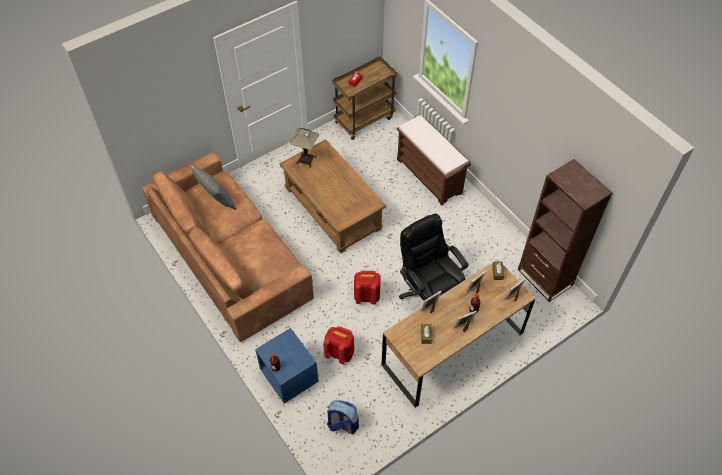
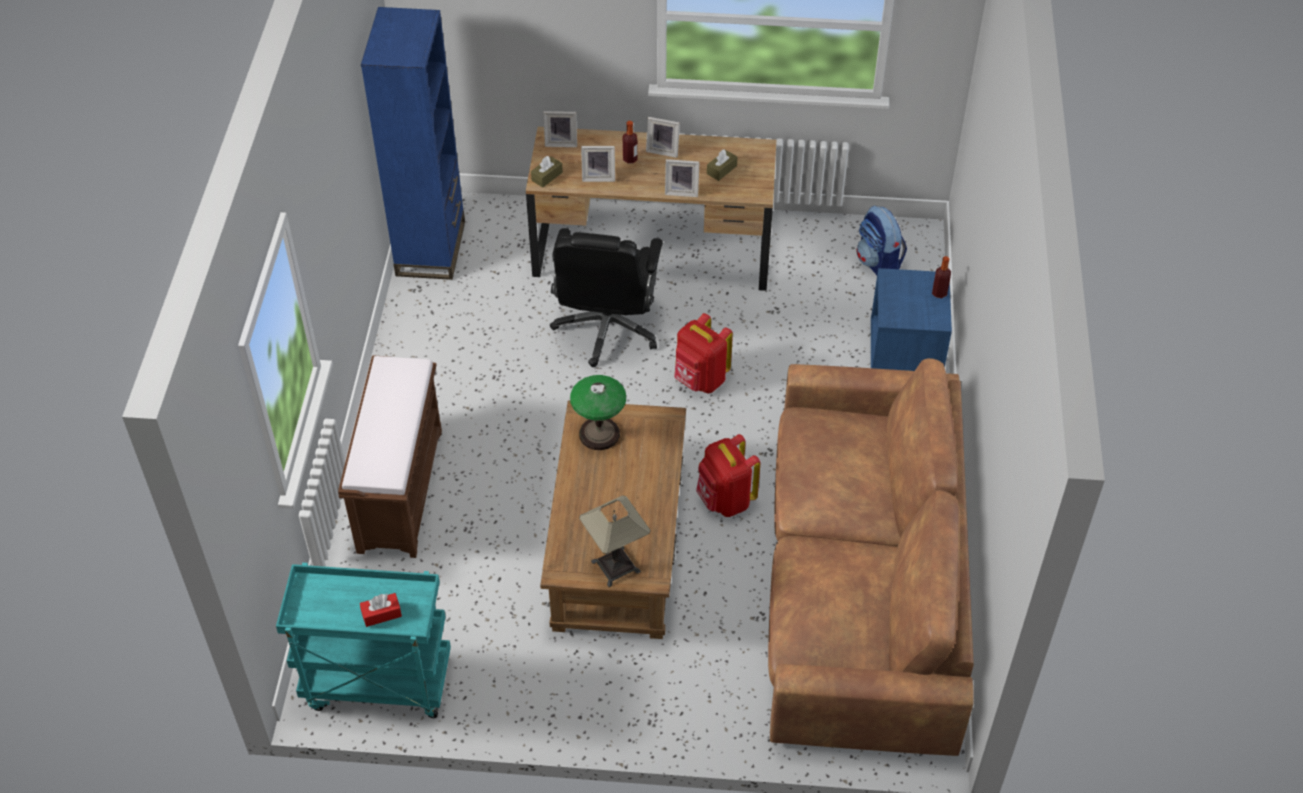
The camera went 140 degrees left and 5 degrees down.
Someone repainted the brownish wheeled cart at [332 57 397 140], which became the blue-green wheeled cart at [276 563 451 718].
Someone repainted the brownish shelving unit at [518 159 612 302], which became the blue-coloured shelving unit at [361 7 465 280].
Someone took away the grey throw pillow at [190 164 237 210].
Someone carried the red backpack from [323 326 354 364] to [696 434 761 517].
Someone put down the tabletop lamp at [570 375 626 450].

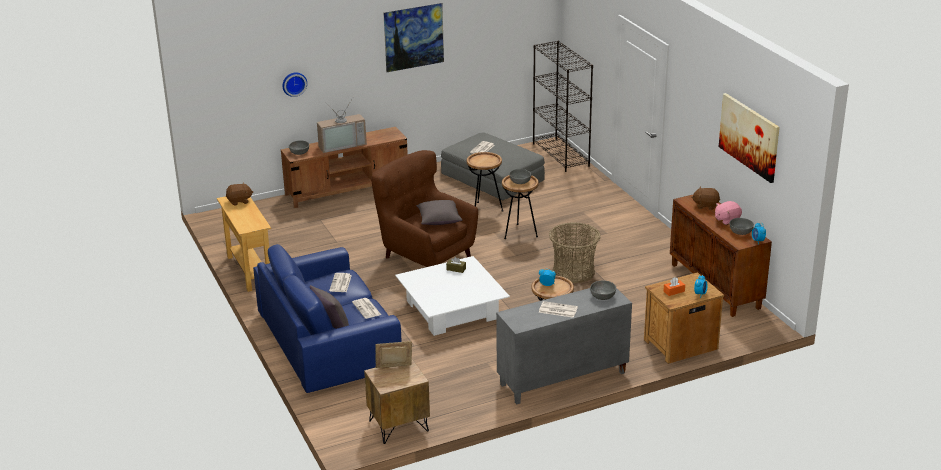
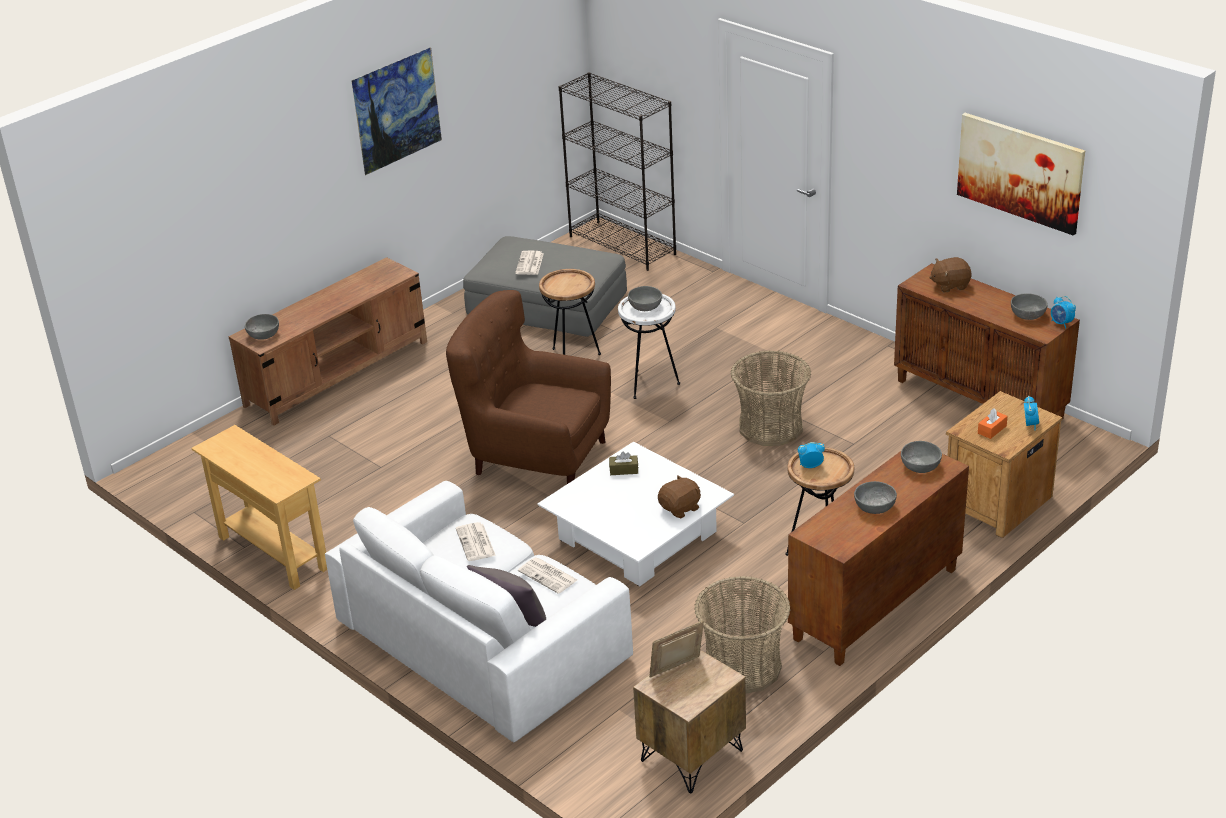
The camera went 20 degrees left and 5 degrees up.
Someone took away the clock on the wall at [282 72 307 97].
Someone took away the TV set at [317 98 367 153].
Someone repainted the brownish side table at [502 175 539 239], which became the white-coloured side table at [618 294 680 399].
Someone carried the brownish soft toy from [226 182 253 206] to [658 475 701 518].
Someone took away the grey throw pillow at [416 200 462 225].
Someone took away the pink-coloured soft toy at [715 201 742 225].
Someone repainted the blue-coloured sofa at [253 244 402 393], which became the white-coloured sofa at [325 481 633 742].
Someone repainted the grey cupboard at [496 288 632 405], which became the brownish cupboard at [788 441 969 666].
Someone swapped the daily paper at [539 301 578 318] for the grey serving bowl at [854 481 897 514].
Someone put down the storage basket at [694 576 790 693].

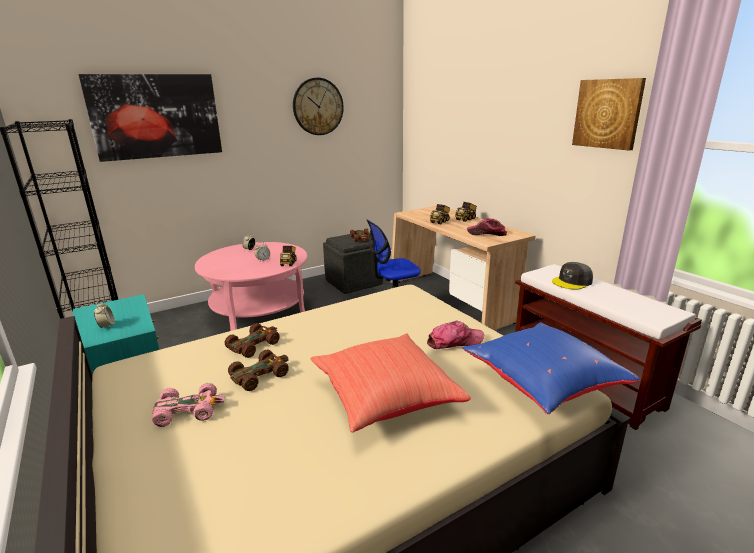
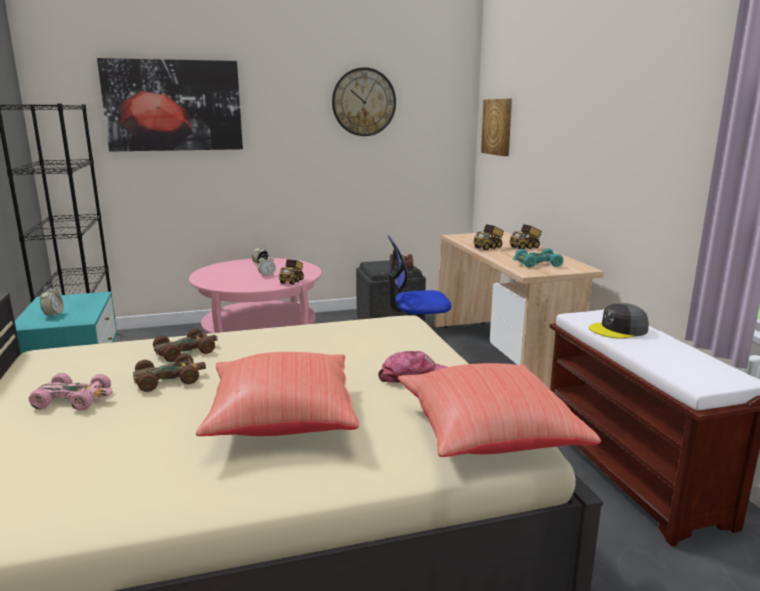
The camera went 15 degrees right and 5 degrees down.
Someone carried the wall art from [572 78 646 151] to [481 99 512 156].
Someone swapped the peaked cap at [467 218 507 236] for the blue-green model car at [513 248 563 268].
Someone repainted the blue-coloured throw pillow at [462 322 640 414], which became the red throw pillow at [398 363 601 457].

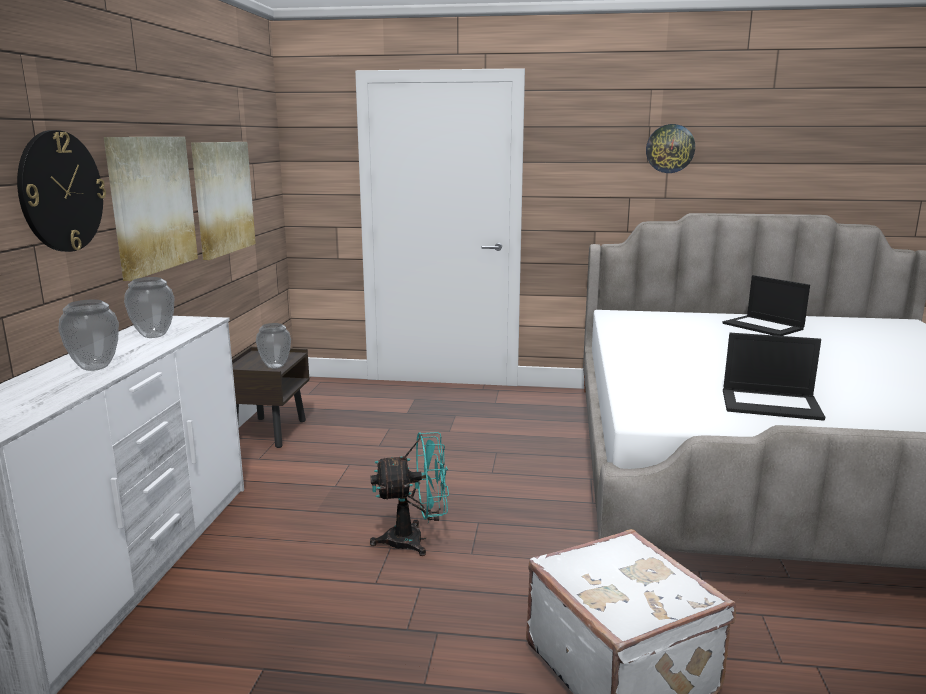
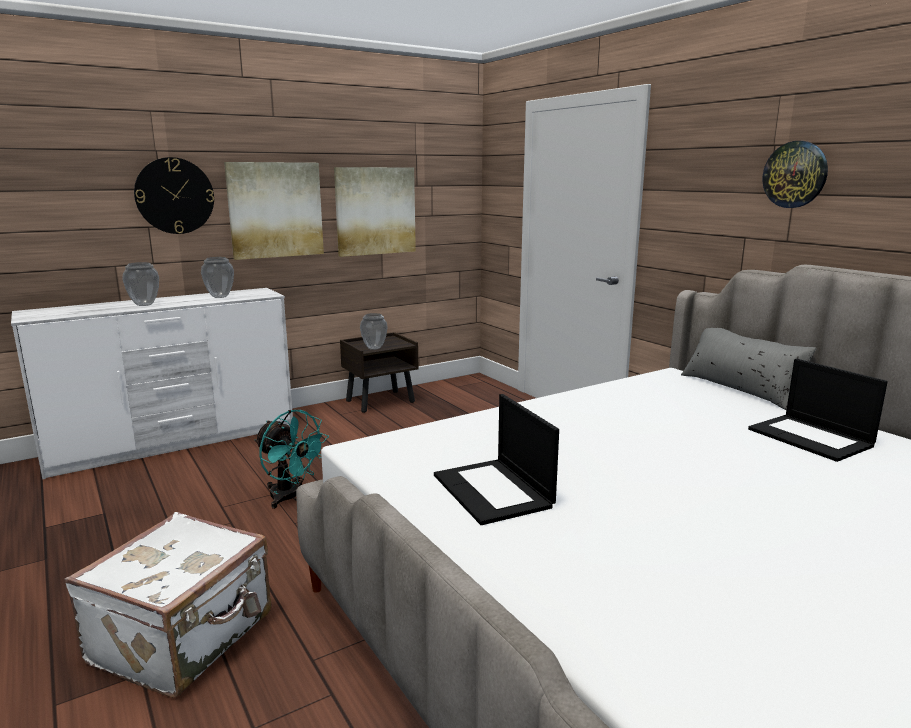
The camera went 50 degrees right and 0 degrees up.
Someone rotated the portable computer at [722 275 810 336] by 45 degrees counterclockwise.
Someone put down the grey throw pillow at [681 328 816 410].

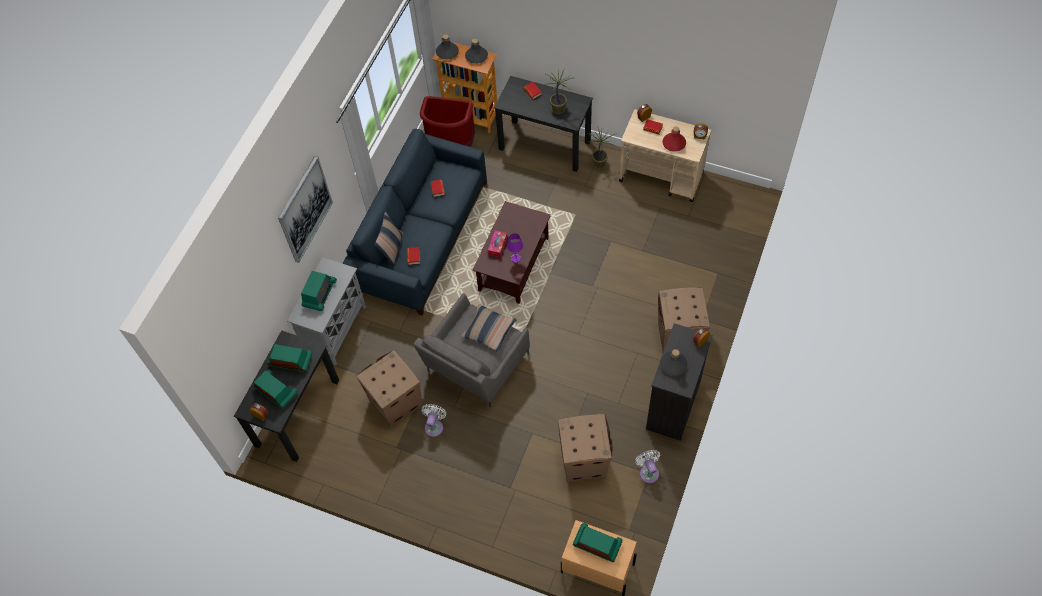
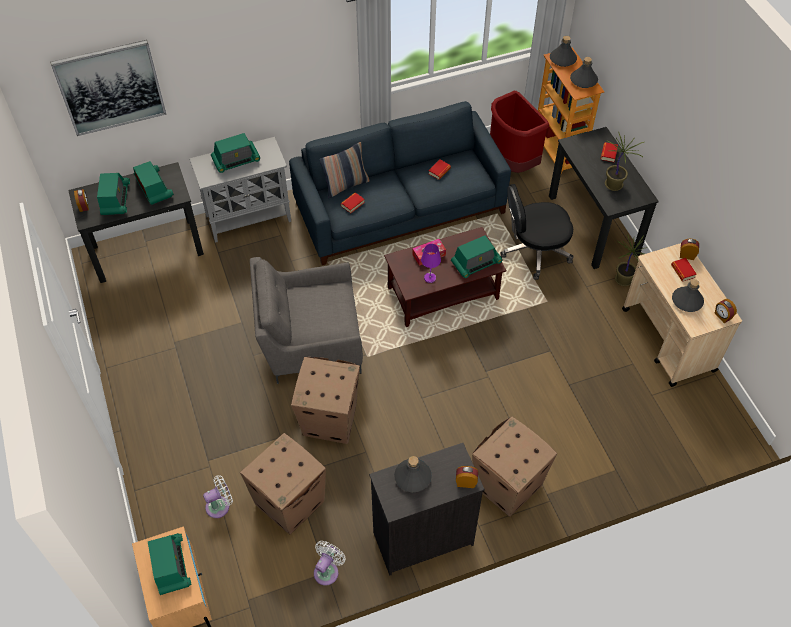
The camera went 45 degrees right and 5 degrees down.
Someone repainted the red drink bottle at [662 127 686 151], which became the grey drink bottle at [672 279 704 312].
Someone carried the wall art from [278 156 333 263] to [50 40 166 136].
Someone took away the throw pillow at [461 304 517 352].
Someone carried the cardboard box from [356 350 422 426] to [291 357 360 444].
Someone carried the white-coloured fan from [422 404 446 437] to [203 475 233 518].
Someone put down the blackish computer chair at [501 184 573 280].
Someone put down the radio at [451 235 502 278].

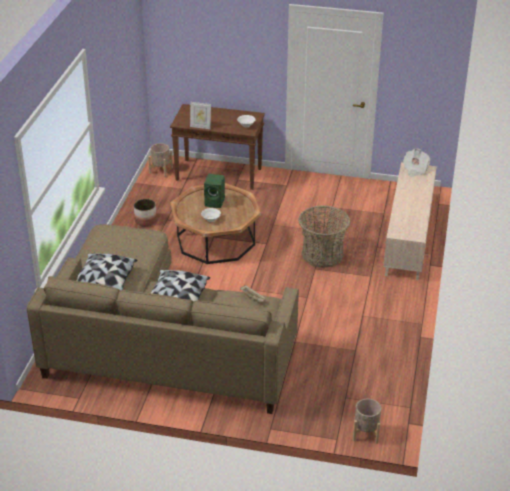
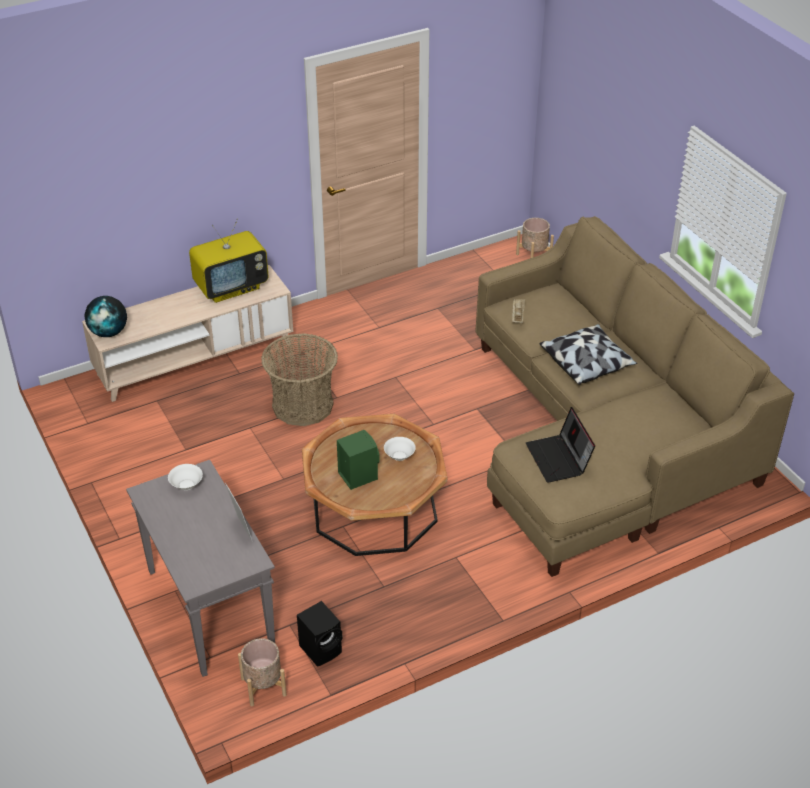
The camera went 130 degrees left and 5 degrees up.
Someone repainted the brownish narrow table at [170 104 265 190], which became the grey narrow table at [126 460 275 677].
Someone swapped the daily paper at [403 148 430 177] for the globe at [85 296 127 337].
Someone took away the plant pot at [134 199 157 226].
Someone took away the throw pillow at [77 254 137 290].
Someone put down the TV set at [189 218 269 303].
Someone put down the portable computer at [526 407 595 483].
Someone put down the blackish loudspeaker at [297 601 343 667].

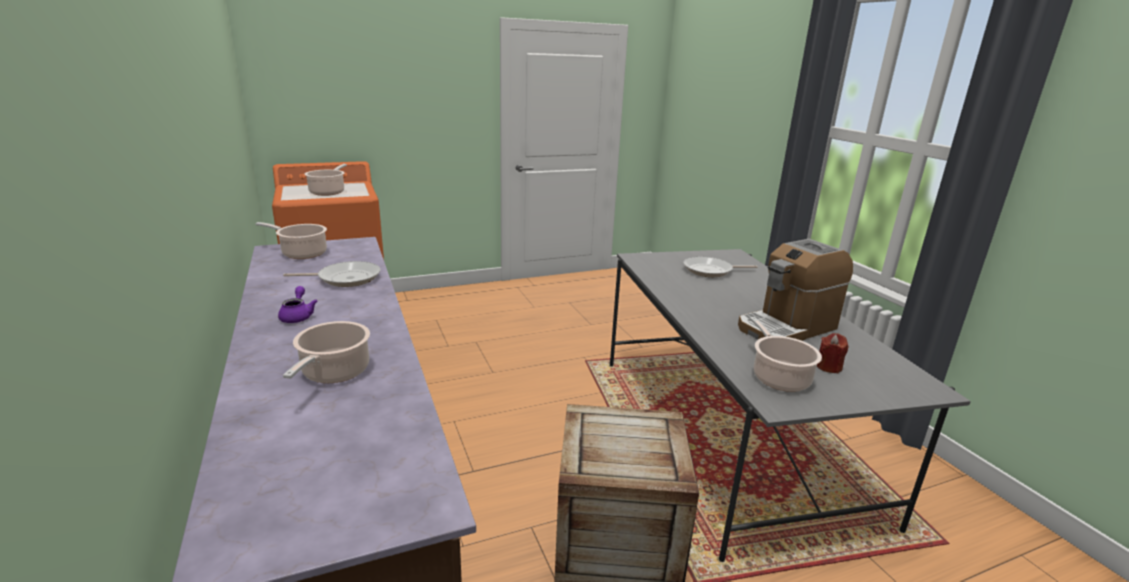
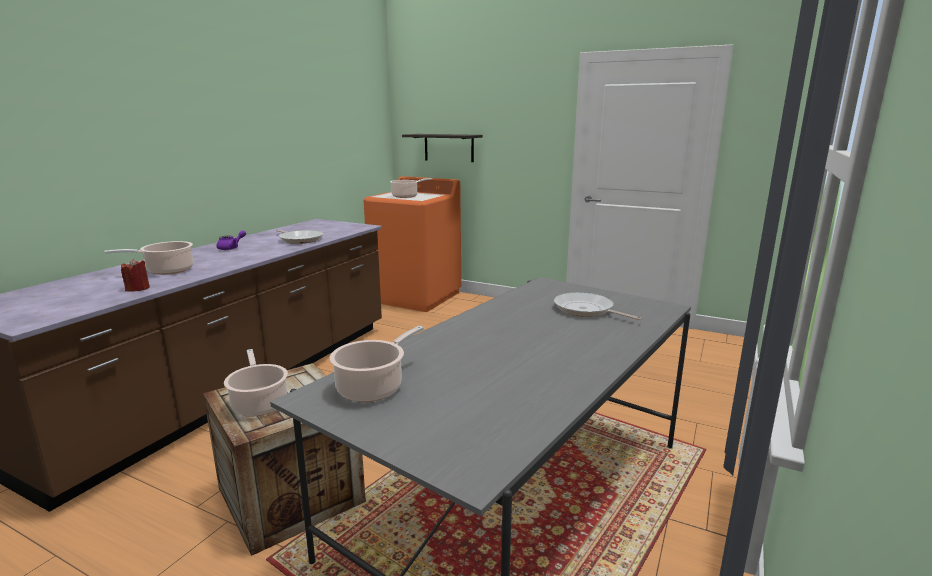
The camera went 50 degrees right and 5 degrees down.
Someone carried the stockpot from [255 222 327 259] to [224 349 288 417].
Someone took away the coffee machine at [738 239 853 341].
Someone carried the red wax light from [817 333 848 373] to [121 258 150 292].
Someone put up the bracket shelf at [402 134 483 162].

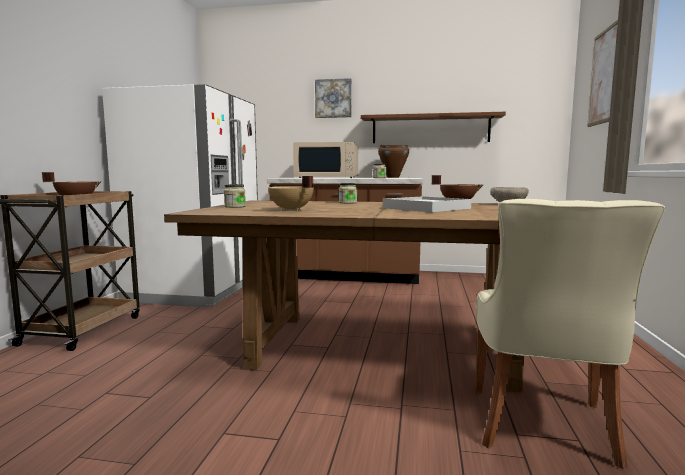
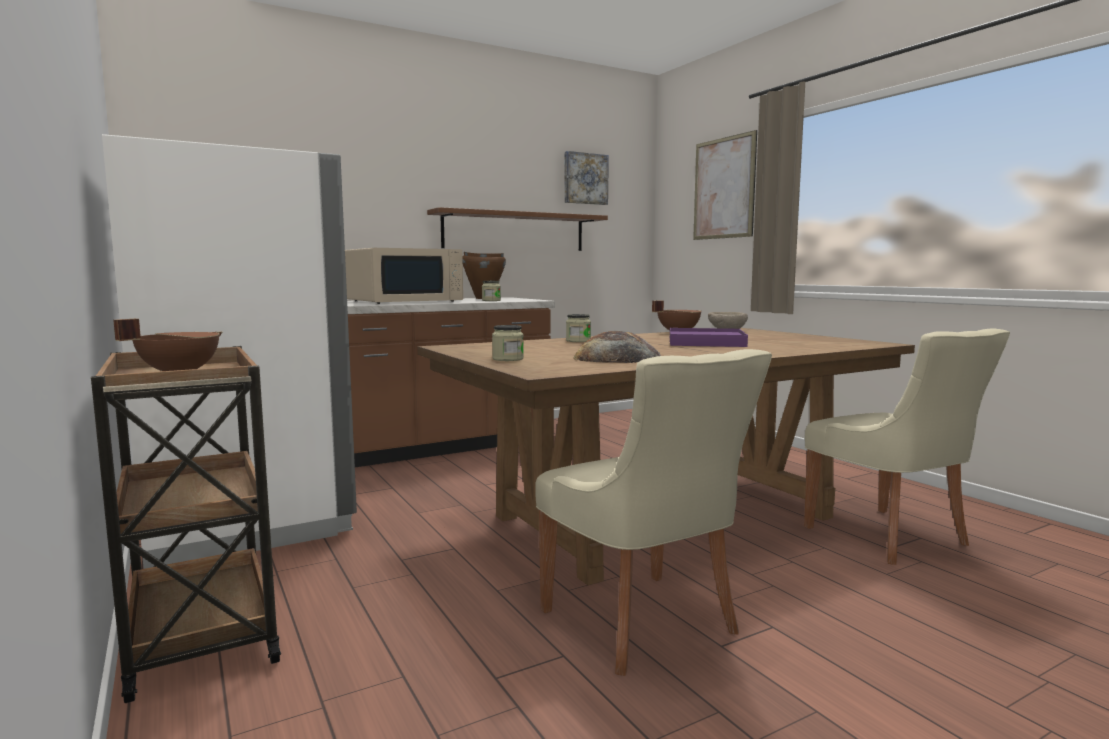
The camera went 40 degrees left and 0 degrees up.
Someone carried the wall art from [315 78 352 118] to [565 151 609 205].
Someone swapped the beige-coloured stockpot at [268 176 314 211] for the bakery bread at [574 331 661 363].
Someone repainted the white-coloured tray at [383 196 471 212], which became the purplish tray at [670 328 748 347].
Someone put down the beige-coloured chair at [535 349 772 676].

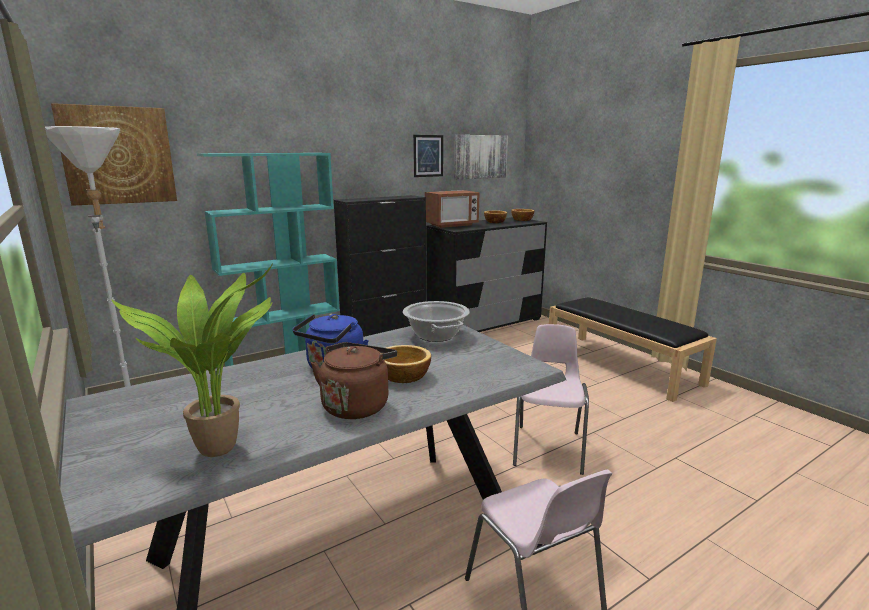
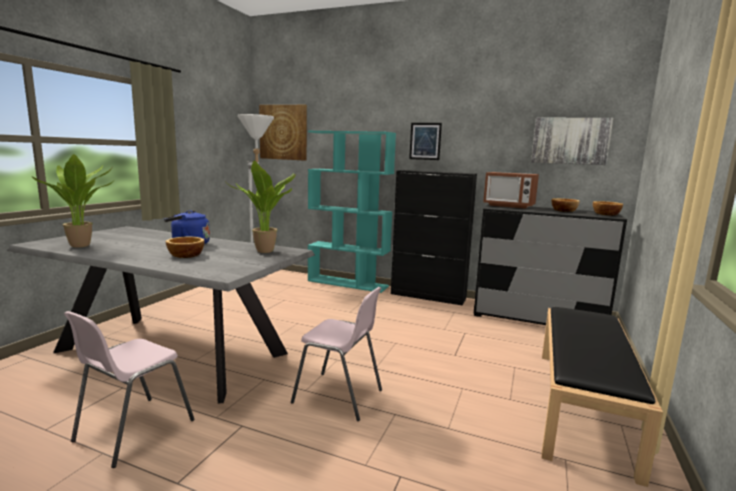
The camera went 55 degrees right and 5 degrees down.
Someone carried the wall art from [413 135 443 177] to [409 123 442 160].
Someone swapped the stockpot at [403 301 470 342] for the plant in a pot at [227 161 296 253].
Someone rotated the pink-coloured chair at [513 324 589 475] by 45 degrees clockwise.
Someone took away the brownish tea kettle at [311 342 397 419].

